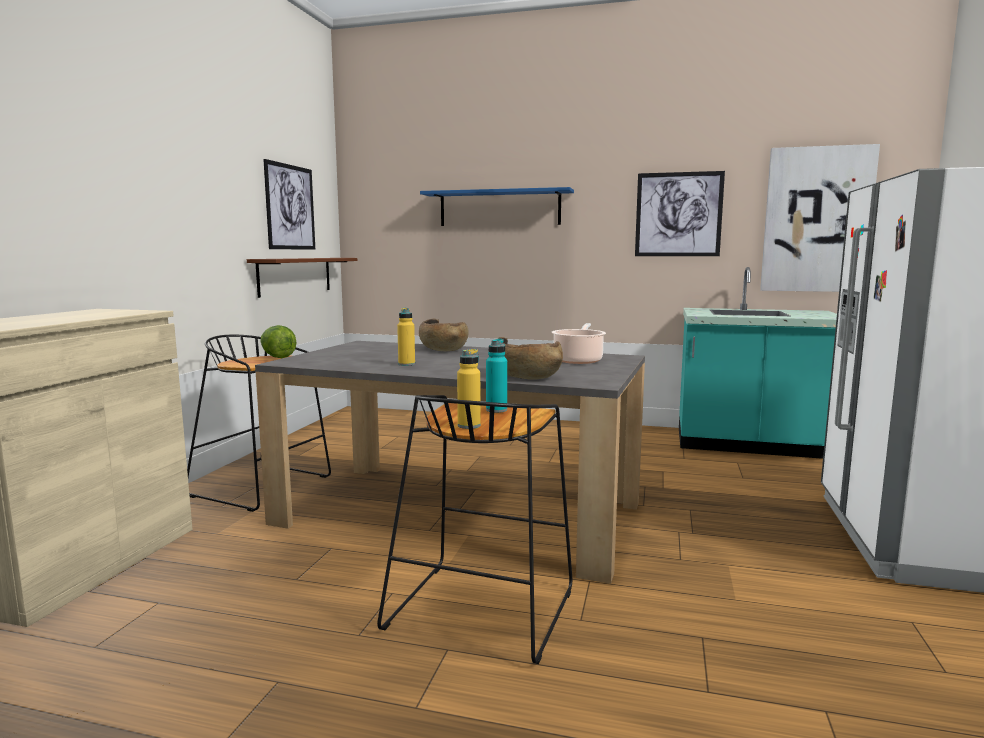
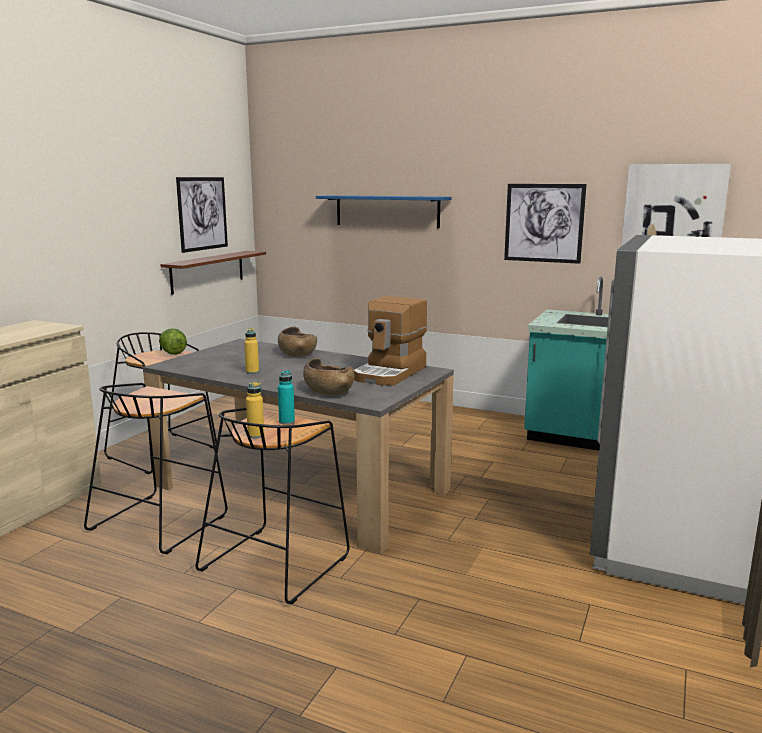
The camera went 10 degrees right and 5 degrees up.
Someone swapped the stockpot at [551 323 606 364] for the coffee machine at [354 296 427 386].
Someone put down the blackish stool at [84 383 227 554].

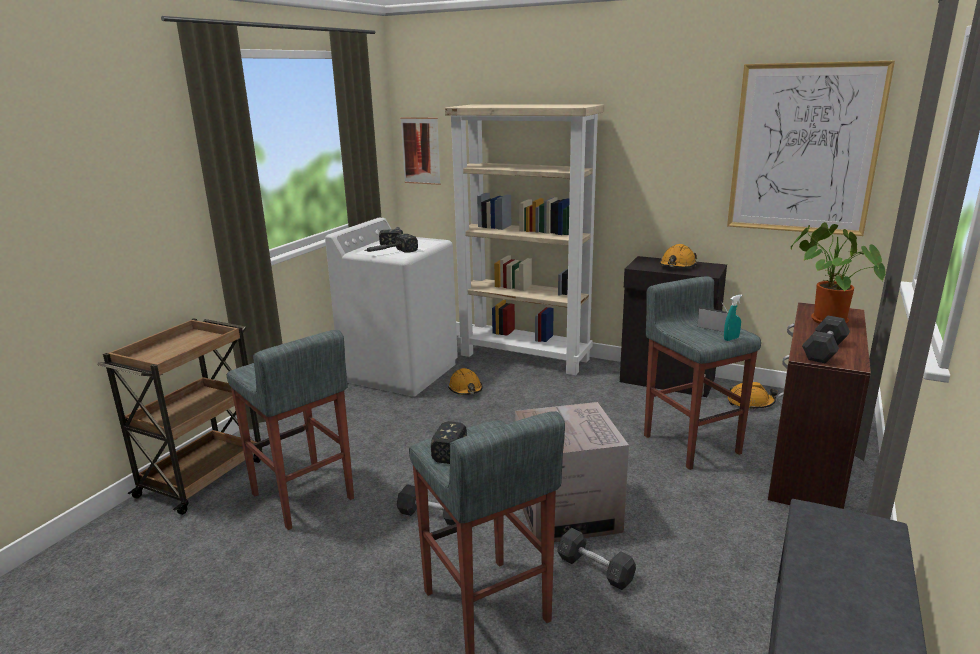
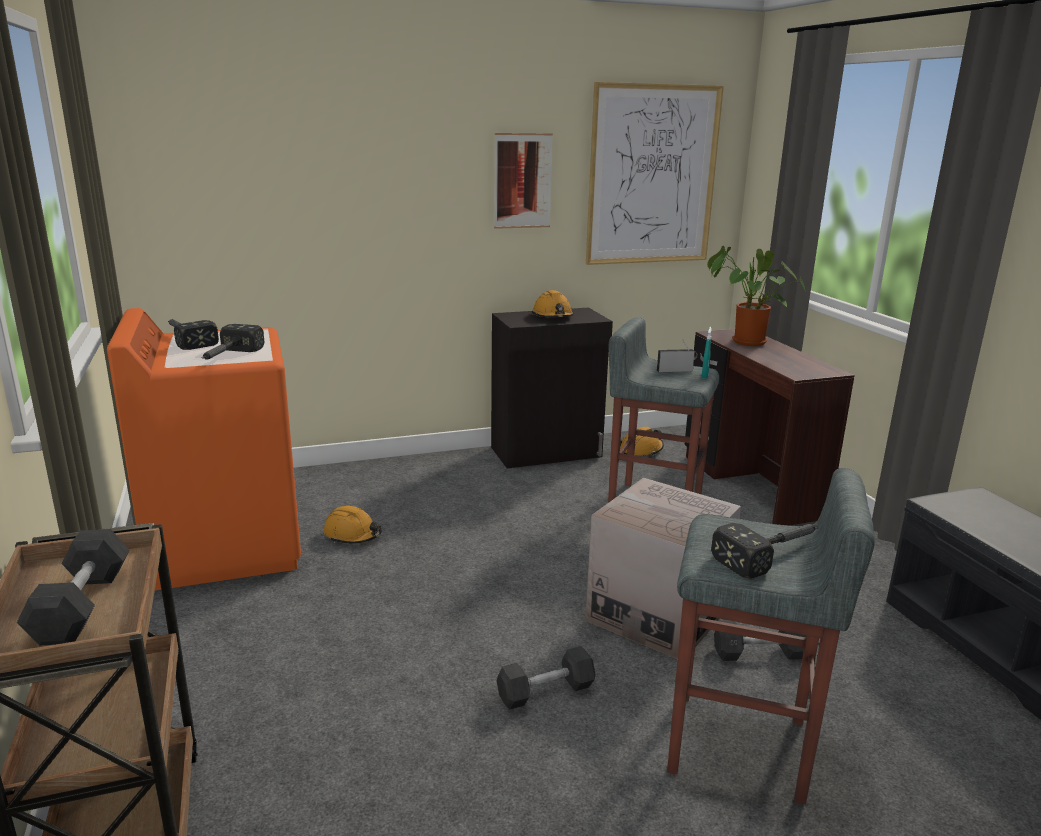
The camera went 45 degrees left and 0 degrees up.
Someone took away the beige-coloured shelving unit at [445 105 604 376].
Someone carried the wall art from [400 117 441 185] to [494 133 553 229].
Someone repainted the white-coloured laundry machine at [325 218 458 397], which became the orangey laundry machine at [107 308 301 590].
Someone carried the grey hand weight from [802 316 850 364] to [17 529 129 645].
Someone took away the grey stool at [227 330 354 530].

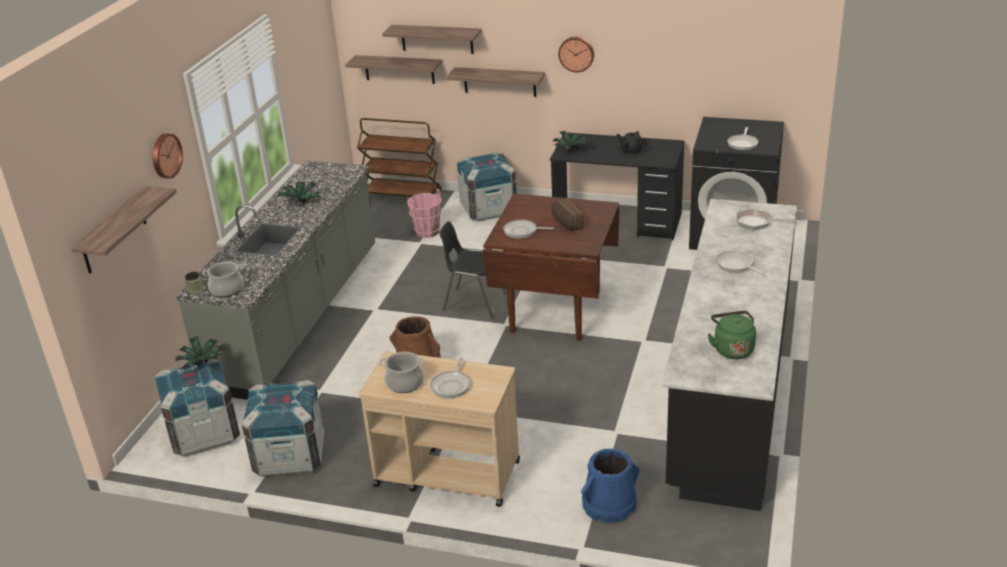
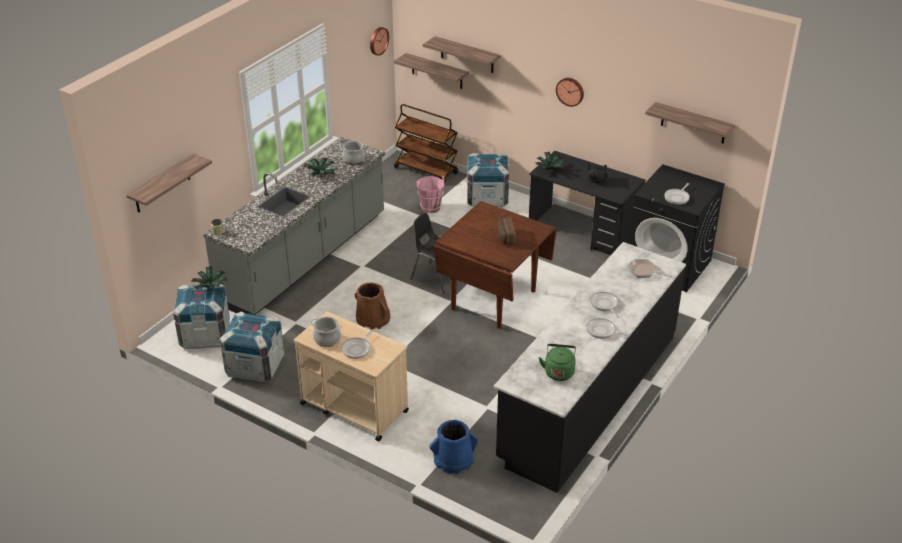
The camera went 15 degrees right and 5 degrees up.
Someone carried the bracket shelf from [446 67 545 97] to [645 102 736 144].
Someone carried the clock on the wall from [153 133 183 179] to [370 27 389 56].
Someone carried the skillet from [503 220 554 239] to [586 318 630 339].
Someone carried the stockpot from [202 261 244 297] to [340 141 367 164].

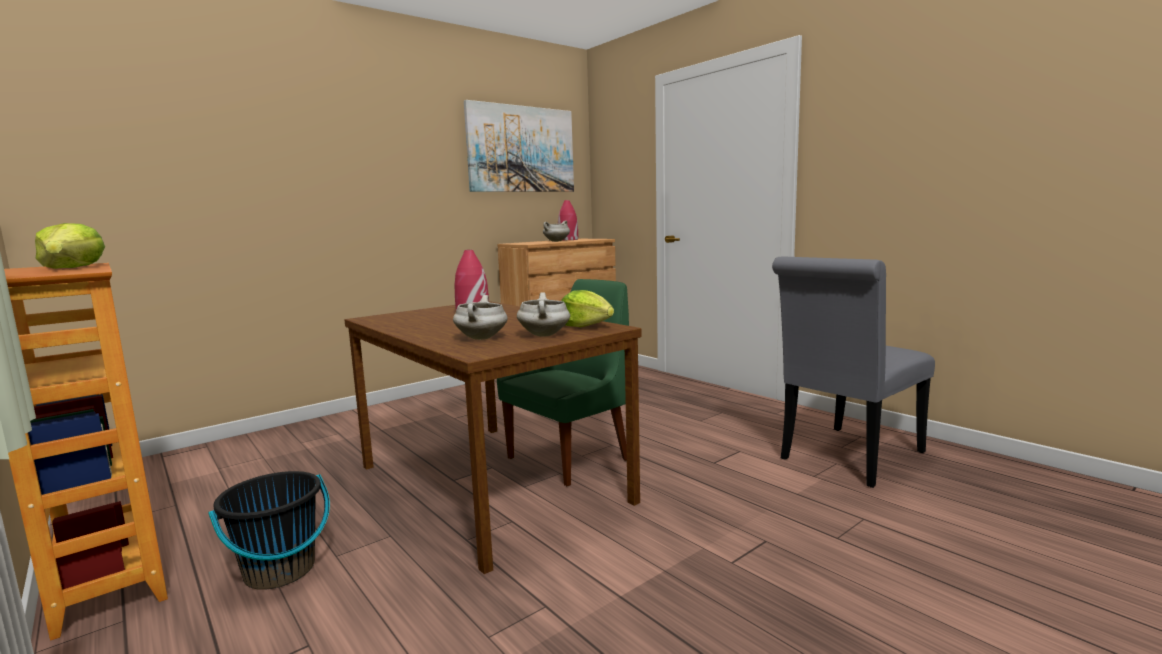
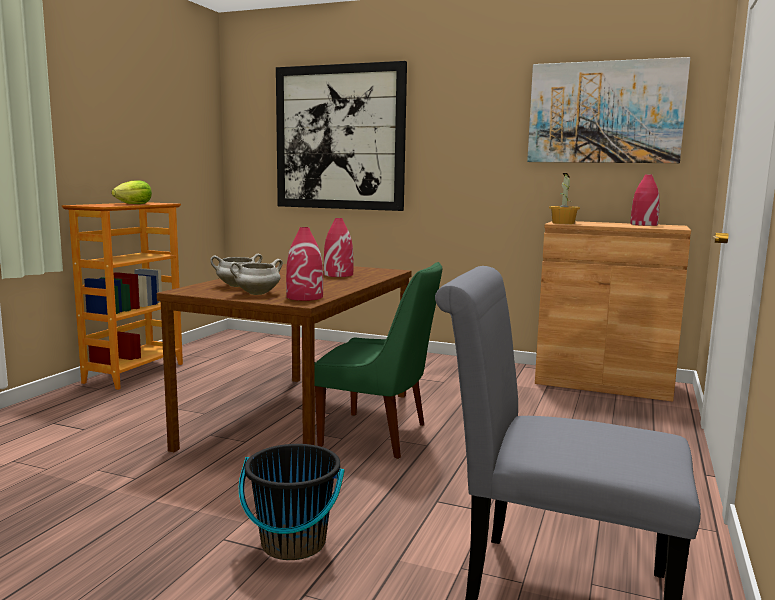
The camera went 60 degrees right and 0 degrees up.
Someone took away the white-coloured stockpot at [543 221 570 242].
Someone swapped the head of lettuce at [561 290 614 327] for the red flower vase at [286 227 323 301].
Someone carried the blackish water bucket from [208 471 330 590] to [239 444 345 560].
Someone put up the wall art at [276 61 407 211].
Someone put down the plant in a pot at [549 173 580 224].

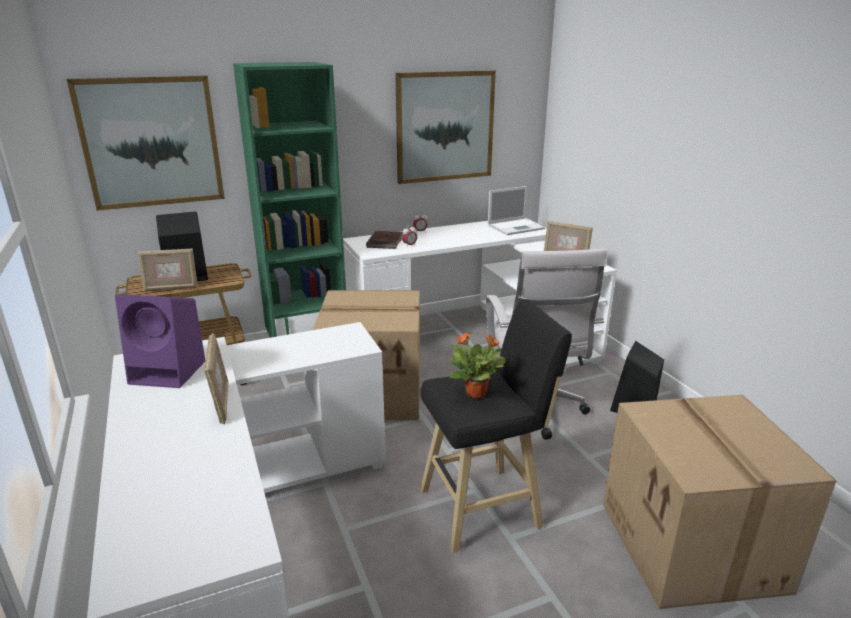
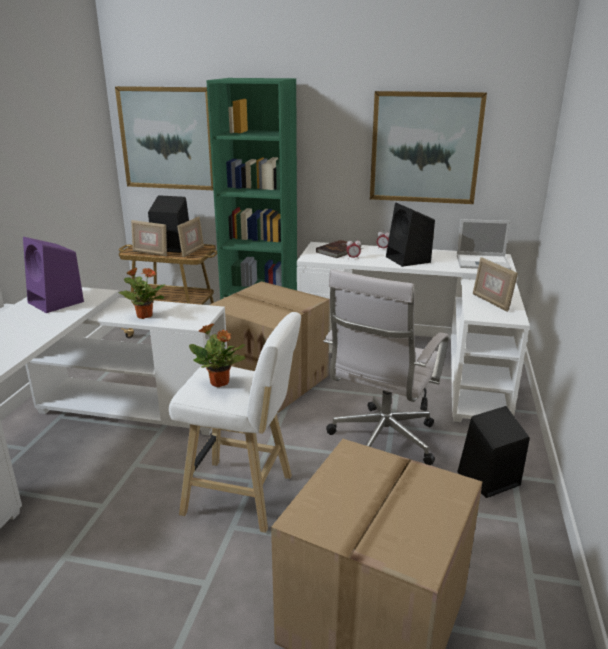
The camera went 35 degrees right and 0 degrees up.
Someone repainted the blackish stool at [420 299 572 553], which became the white-coloured stool at [169 312 301 533].
Someone carried the standing frame from [204 333 228 424] to [177 216 204 257].
Someone put down the blackish loudspeaker at [386 203 435 267].
Someone put down the plant in a pot at [118 267 165 319].

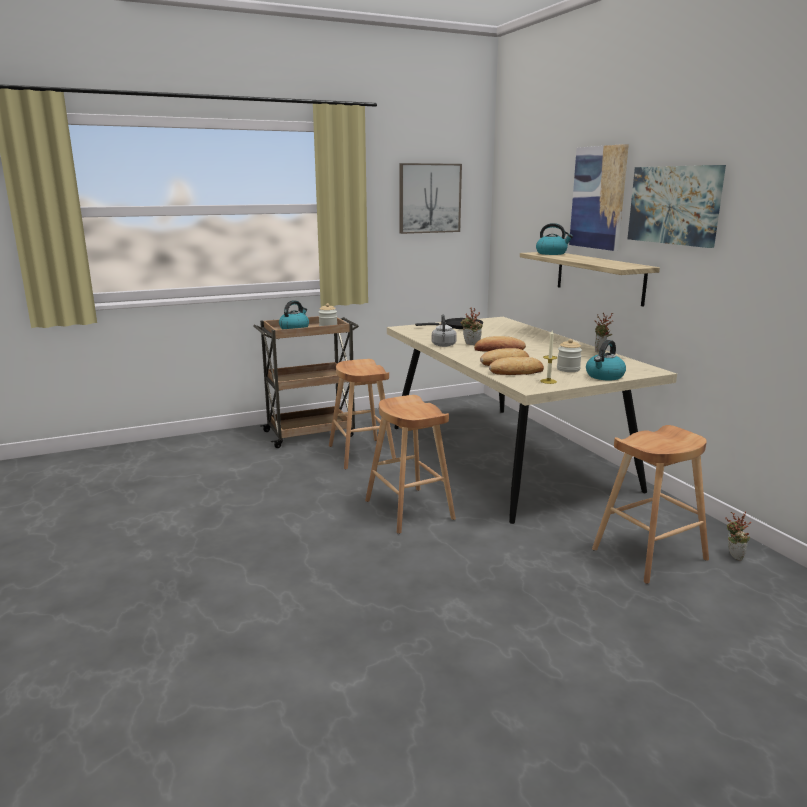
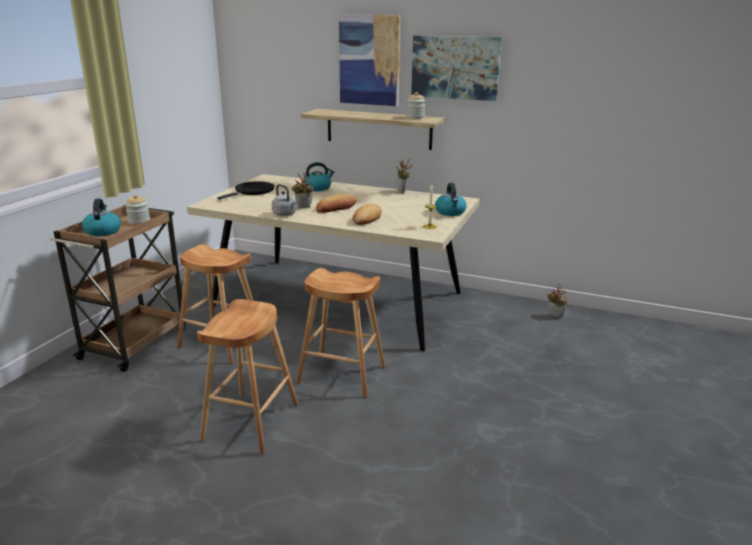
The camera went 45 degrees left and 5 degrees up.
Someone took away the wall art at [399 163 462 234].
Someone carried the tea kettle from [536 223 573 255] to [304 162 334 191].
Someone carried the jar from [557 339 582 372] to [407 92 425 119].
Someone took away the bakery bread at [489 357 544 375].
Someone carried the brownish stool from [592 425 709 584] to [197 299 299 454].

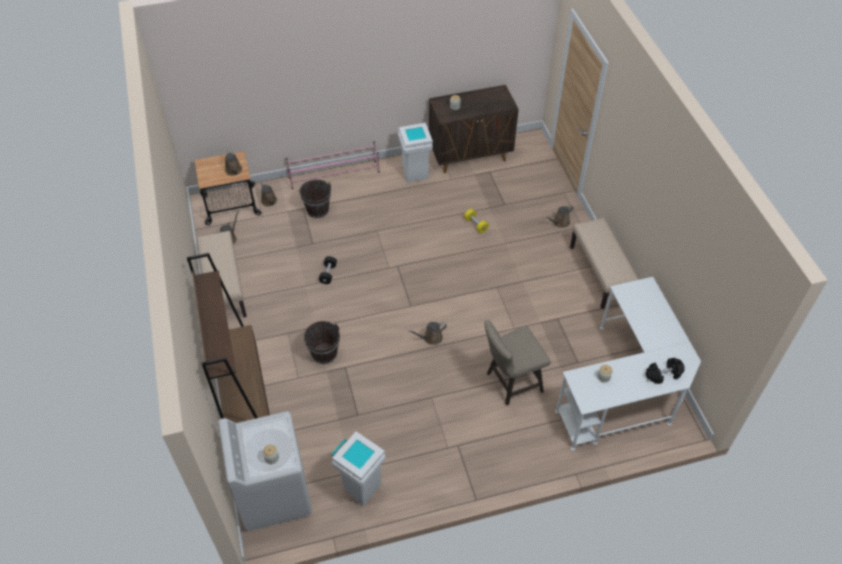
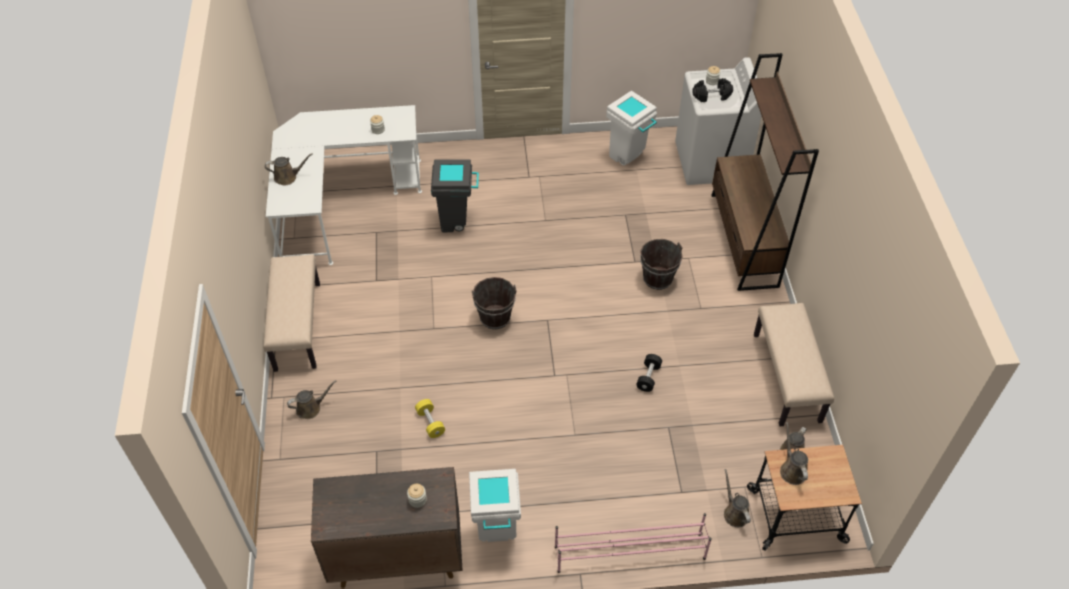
The camera went 170 degrees left and 0 degrees up.
Someone carried the brownish water bucket from [299 180 331 218] to [472 277 516 330].
Someone swapped the beige-coloured stool at [484 320 551 405] for the grey trash can at [431 159 479 232].
Someone carried the brownish sprinkling can from [408 322 447 345] to [265 153 313 185].
Someone carried the blackish hand weight from [646 358 685 384] to [692 78 733 102].

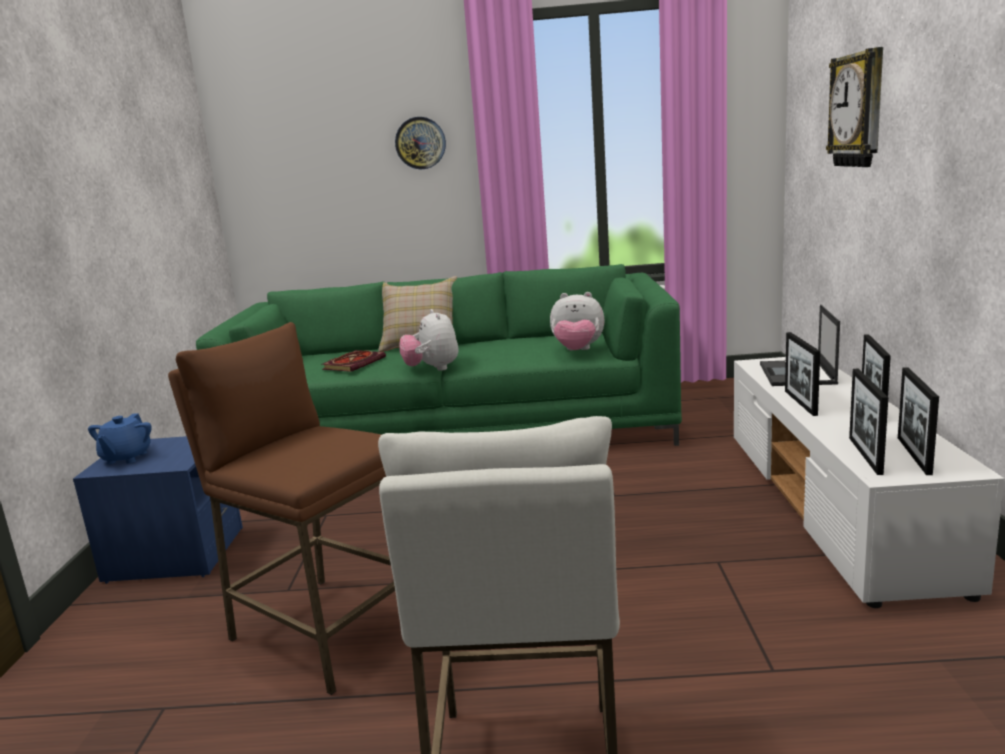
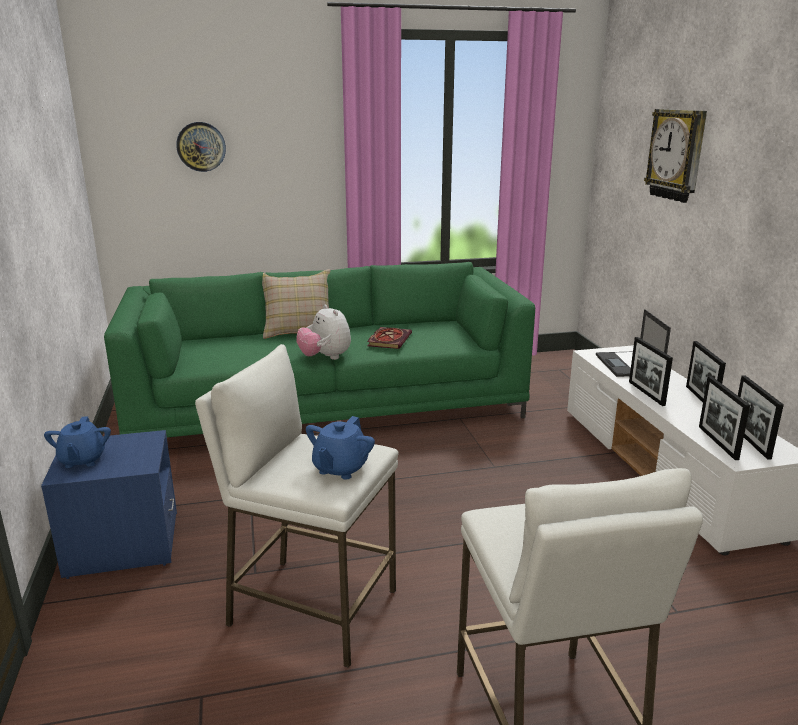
The camera went 15 degrees left and 5 degrees up.
Someone carried the clock on the wall from [395 117 446 169] to [176 122 226 172].
Someone took away the soft toy at [550 292 605 350].
Someone repainted the brownish stool at [168 322 395 695], which became the white-coloured stool at [195 344 399 668].
Someone carried the bound book from [322 350 386 372] to [367 327 412 349].
Someone put down the blue-coloured teapot at [306 416 375 480].

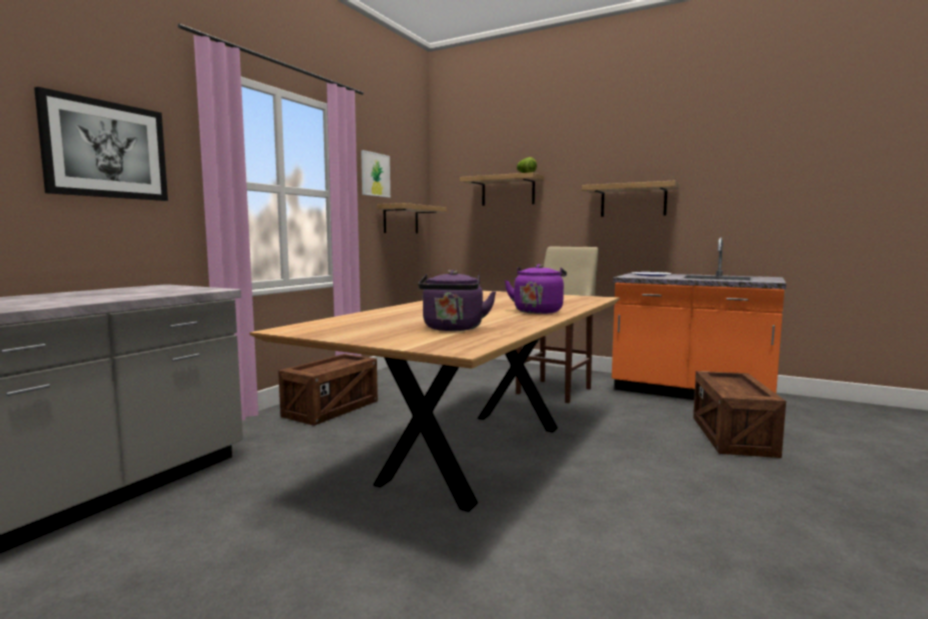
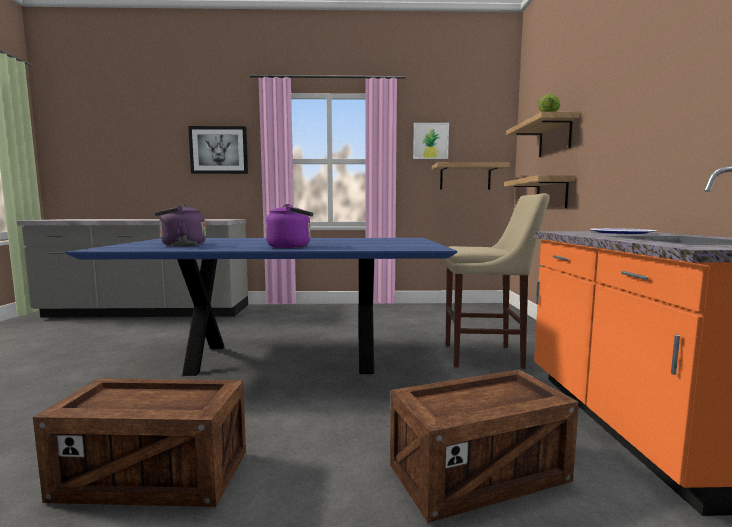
The camera went 60 degrees right and 0 degrees up.
Someone carried the bracket shelf from [582 181 680 217] to [504 175 575 208].
Someone repainted the brownish dinner table at [249 290 620 512], which became the blue-coloured dinner table at [65 238 457 376].
Someone carried the shipping crate from [278 354 378 426] to [33 378 246 507].

